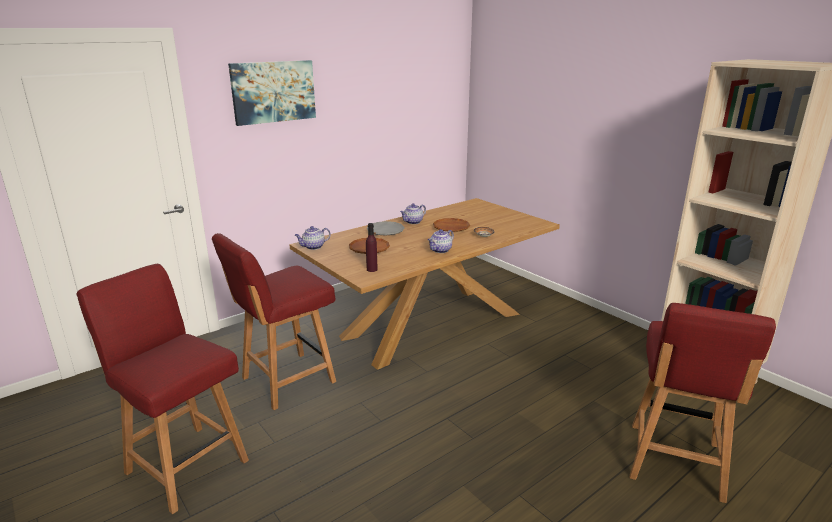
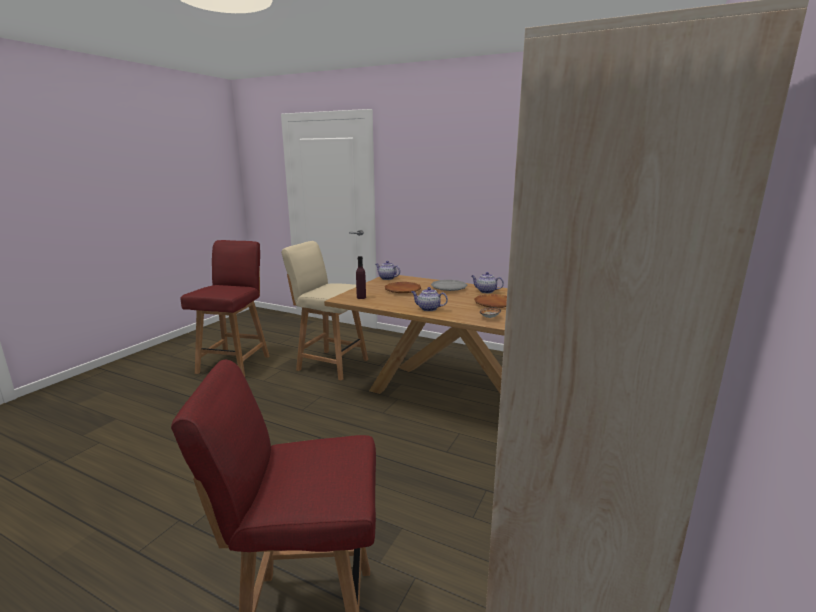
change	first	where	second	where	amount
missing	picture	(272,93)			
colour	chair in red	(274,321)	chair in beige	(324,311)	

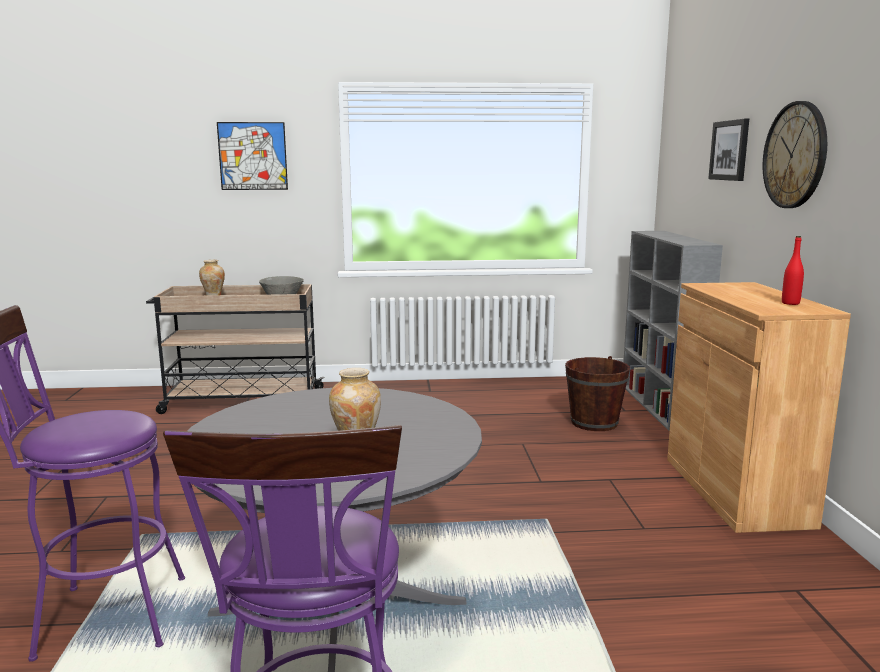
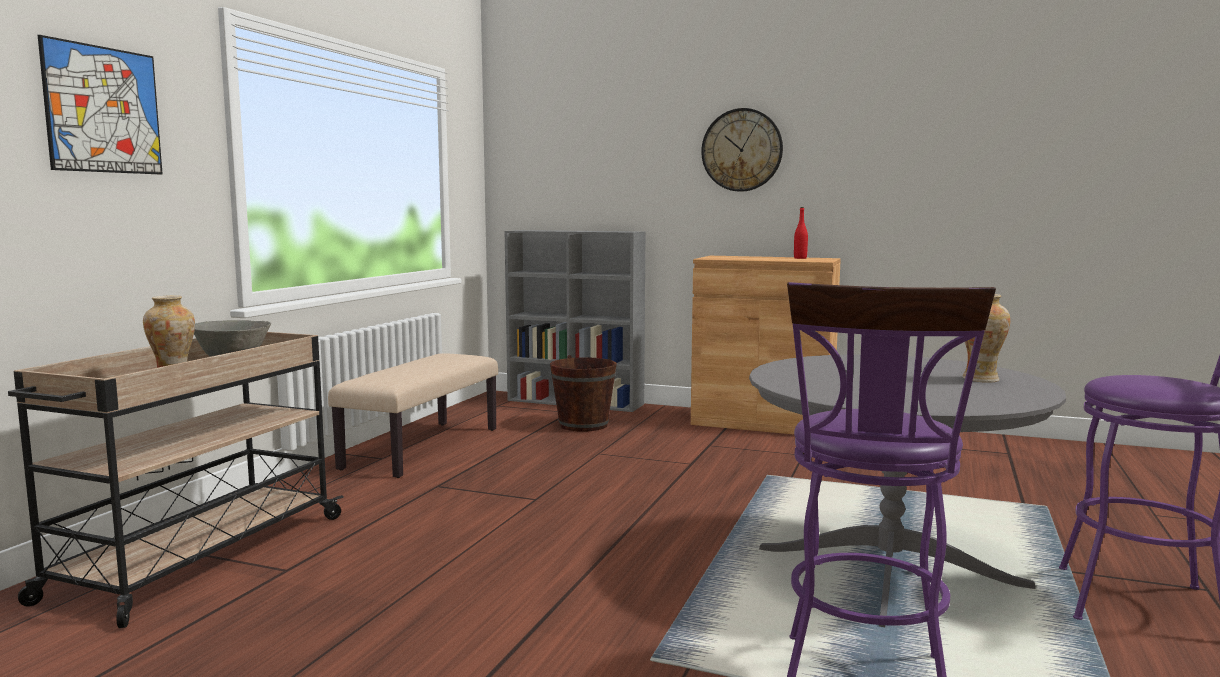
change	first	where	second	where	amount
missing	picture	(728,150)			
appeared			bench in beige	(413,415)	

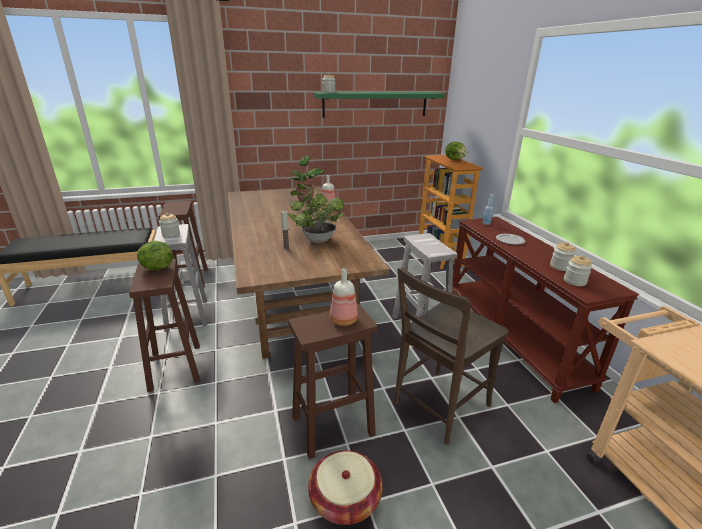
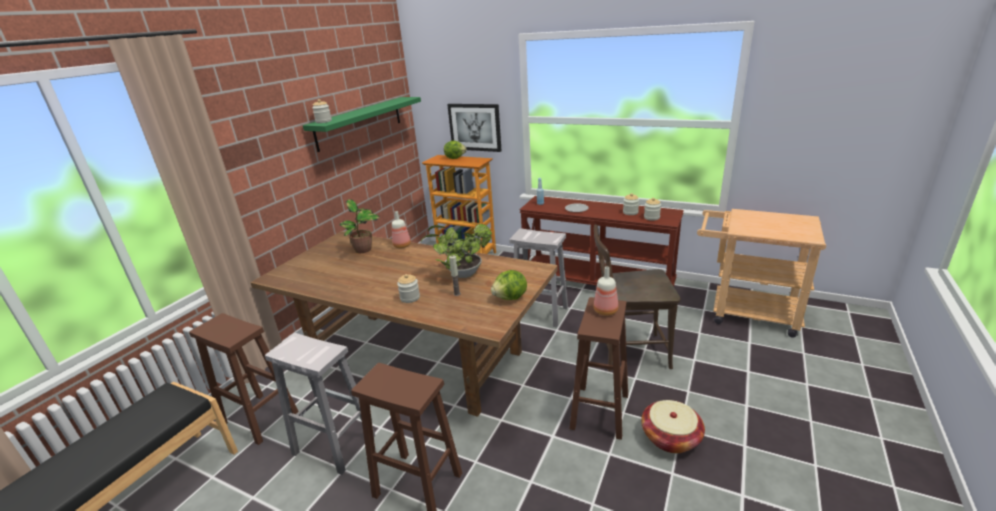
change	first	where	second	where	amount
appeared			picture	(474,128)	
relocated	lettuce	(155,255)		(509,285)	
relocated	jar	(169,225)		(408,288)	
spun	chair in brown	(451,355)		(637,297)	90 degrees clockwise

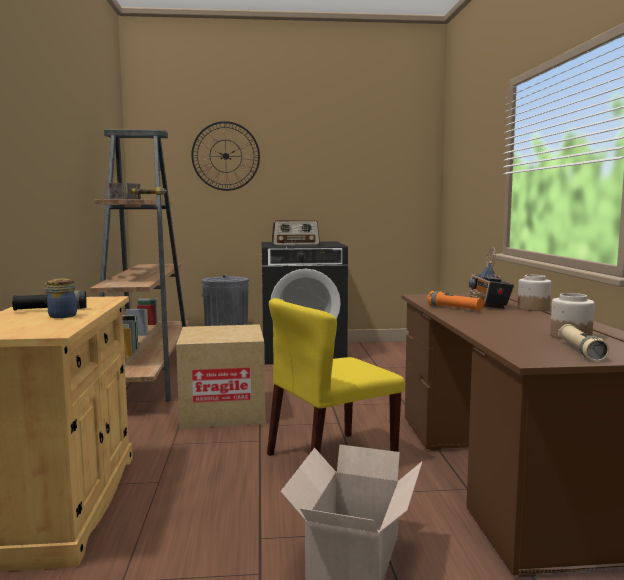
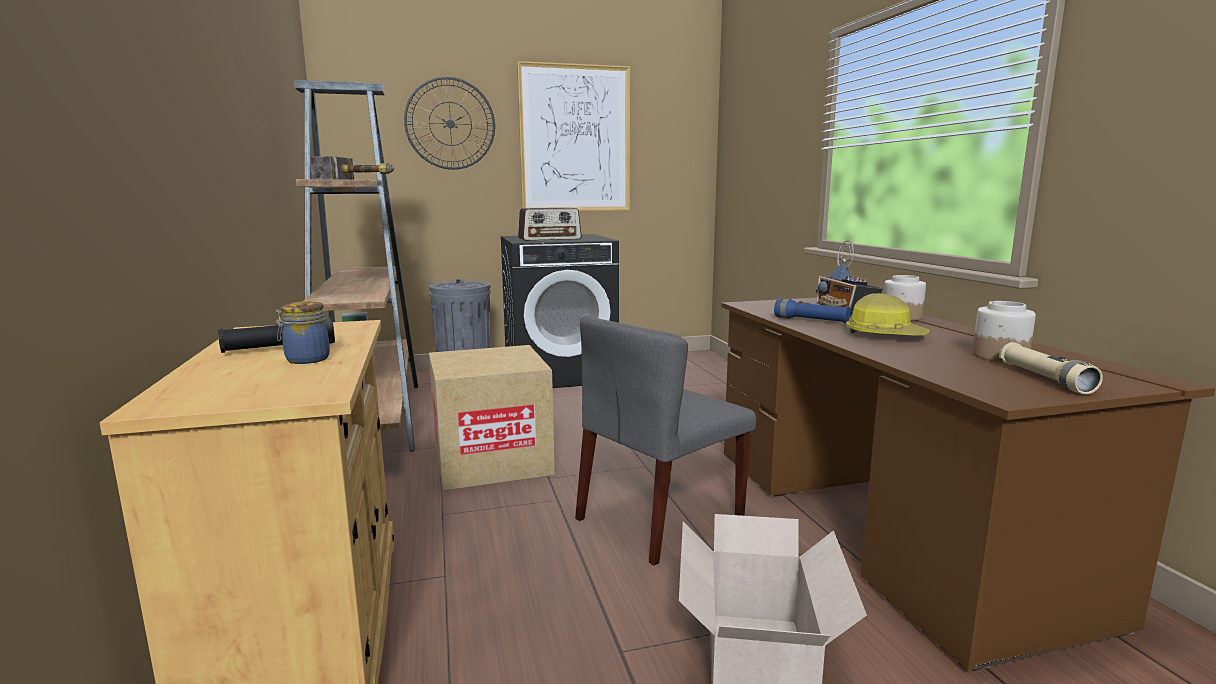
change	first	where	second	where	amount
appeared			picture	(573,136)	
appeared			hard hat	(887,314)	
colour	chair in yellow	(336,377)	chair in grey	(665,440)	
colour	flashlight in orange	(455,301)	flashlight in blue	(812,311)	

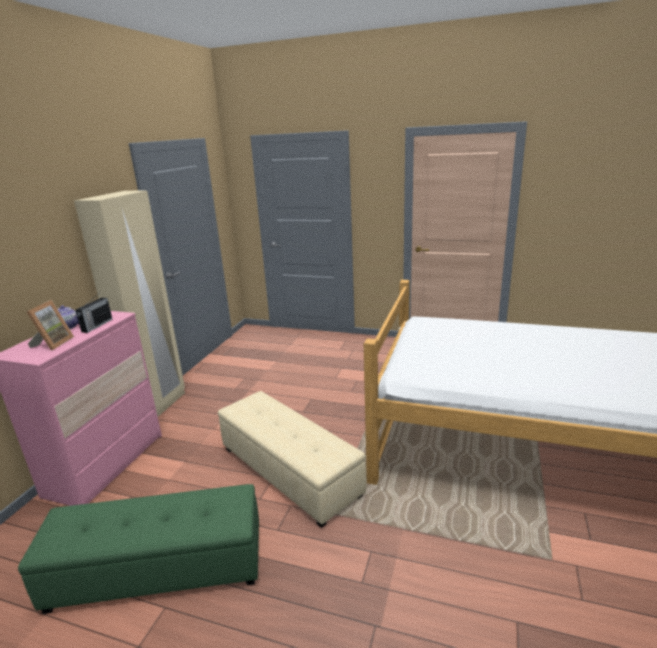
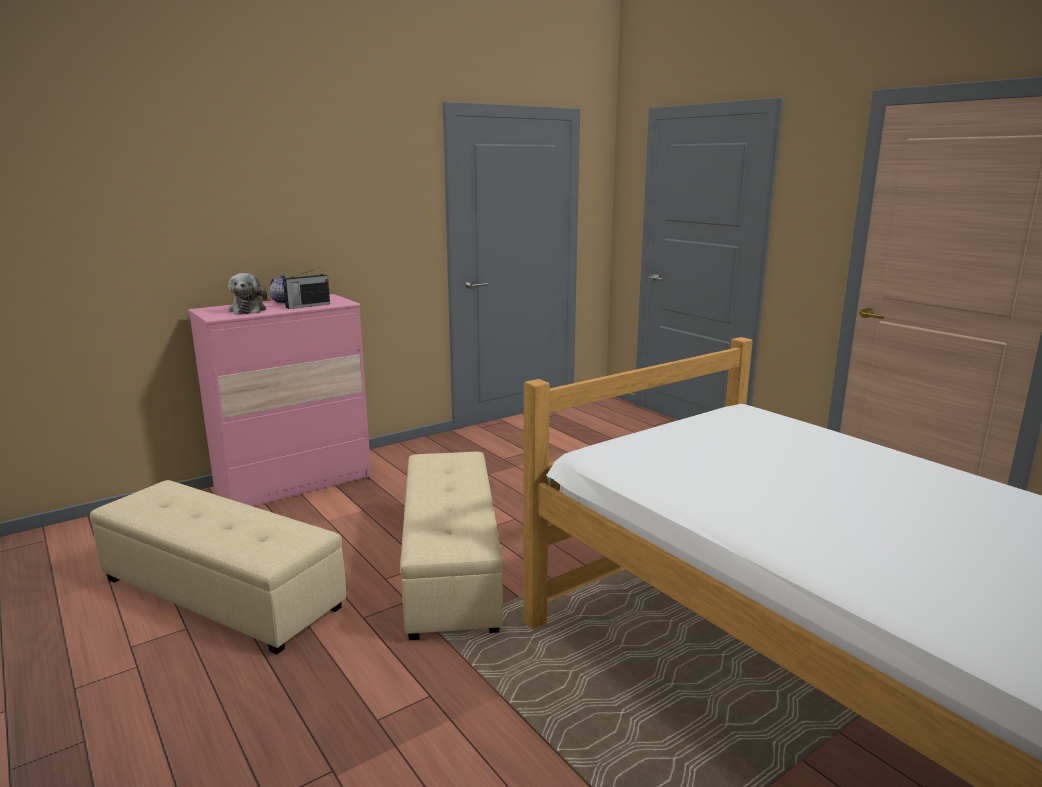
change	first	where	second	where	amount
missing	wardrobe in beige	(129,303)			
exchanged	picture frame	(50,325)	plush toy	(247,293)	
colour	ottoman in green	(138,549)	ottoman in beige	(218,567)	

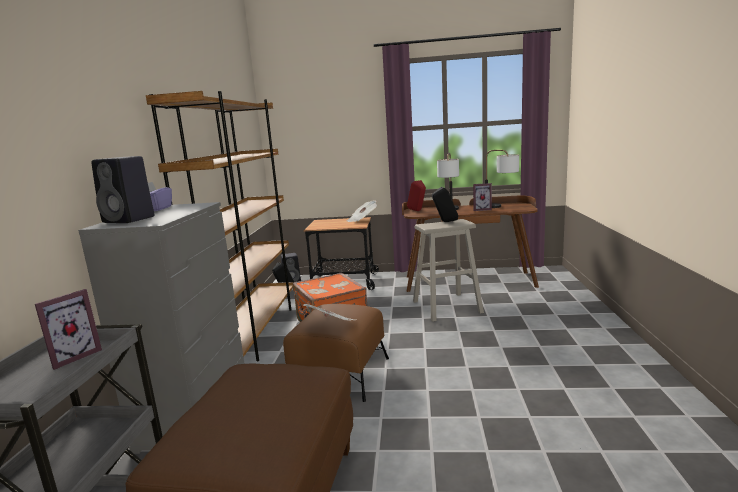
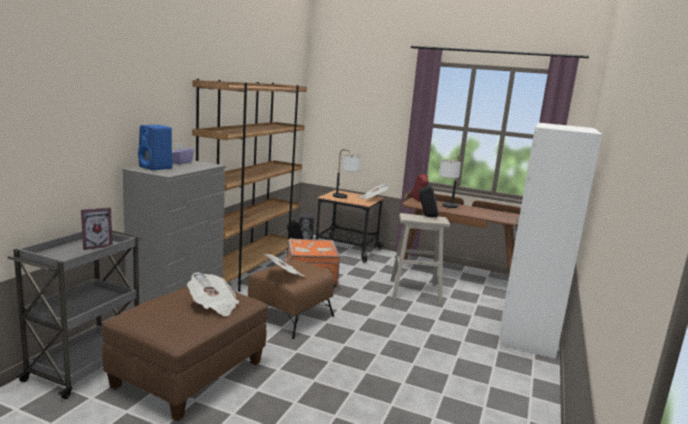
change	first	where	second	where	amount
missing	picture frame	(482,197)			
appeared			newspaper	(213,294)	
appeared			wardrobe in white	(550,241)	
relocated	table lamp	(502,179)		(347,173)	
colour	speaker in black	(123,189)	speaker in blue	(155,147)	

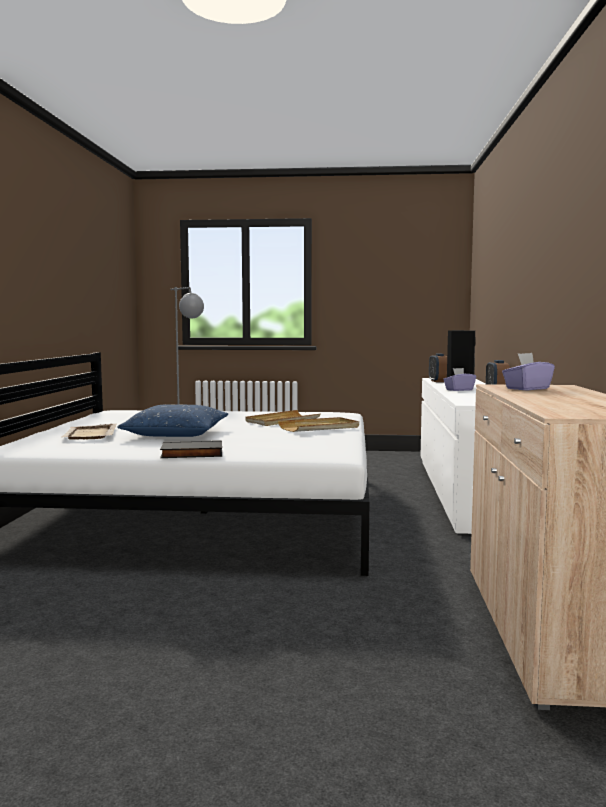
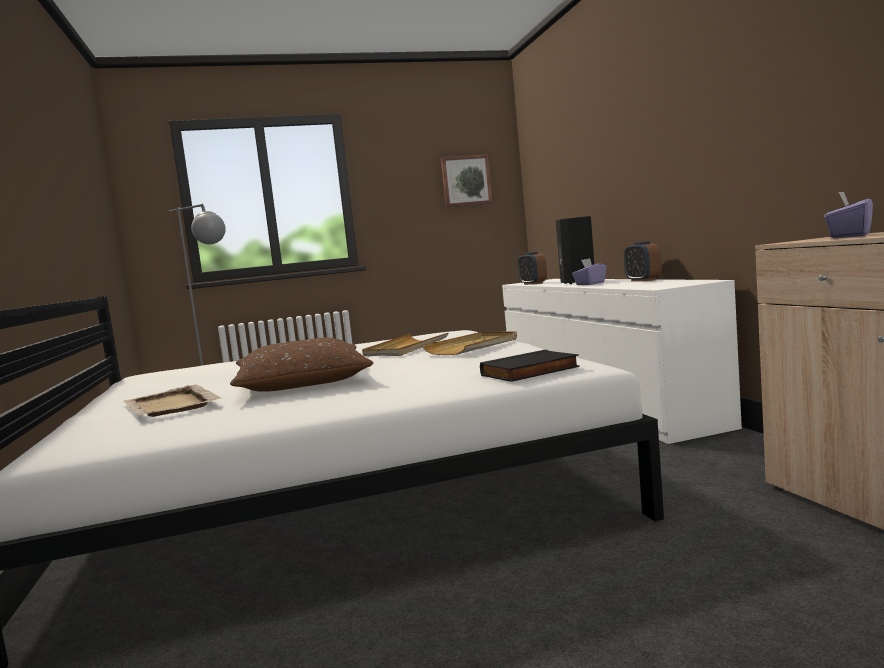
change	first	where	second	where	amount
appeared			picture	(466,181)	
relocated	book in black	(191,449)		(530,366)	
colour	pillow in blue	(172,420)	pillow in brown	(301,365)	

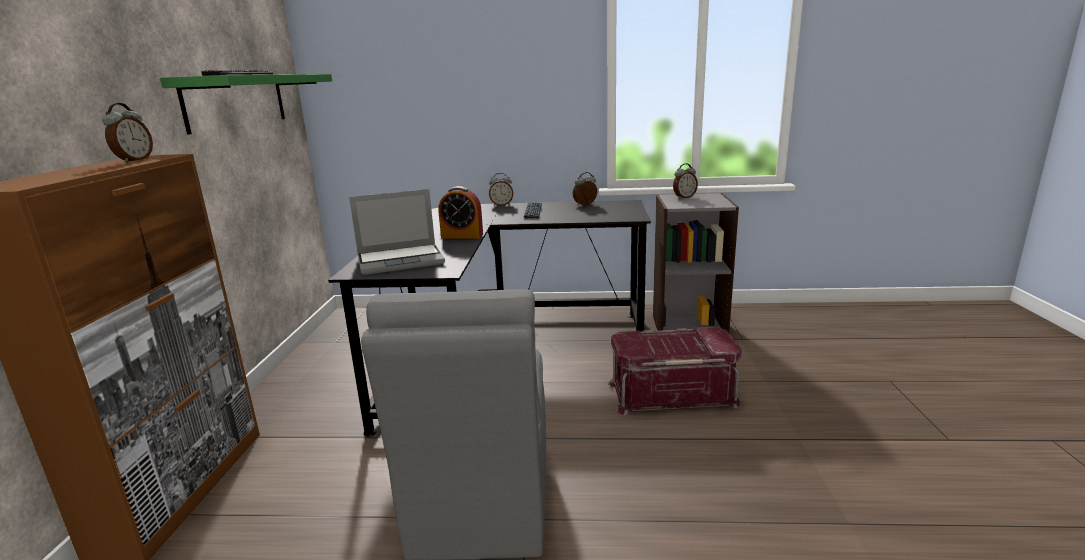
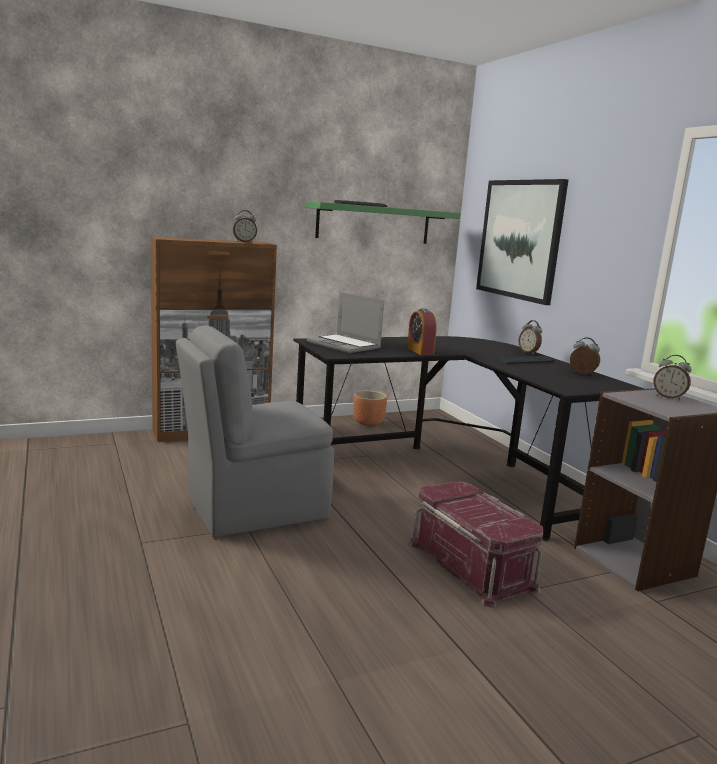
change	first	where	second	where	amount
appeared			planter in brown	(370,408)	
appeared			picture	(522,242)	

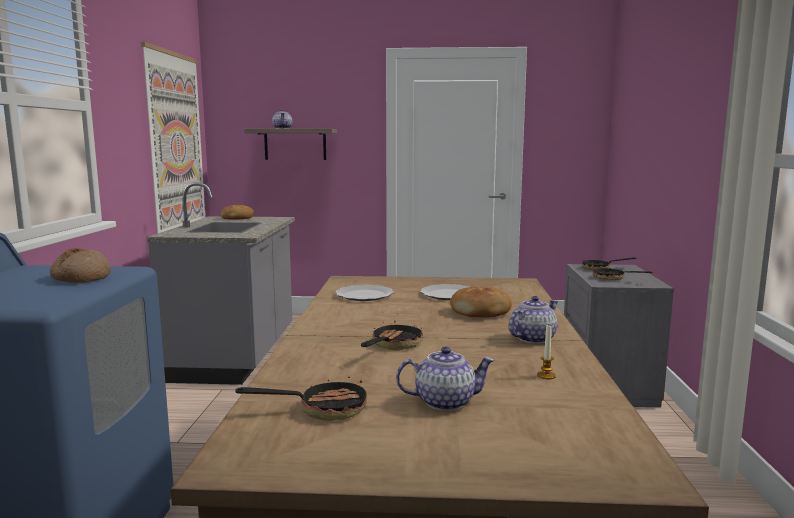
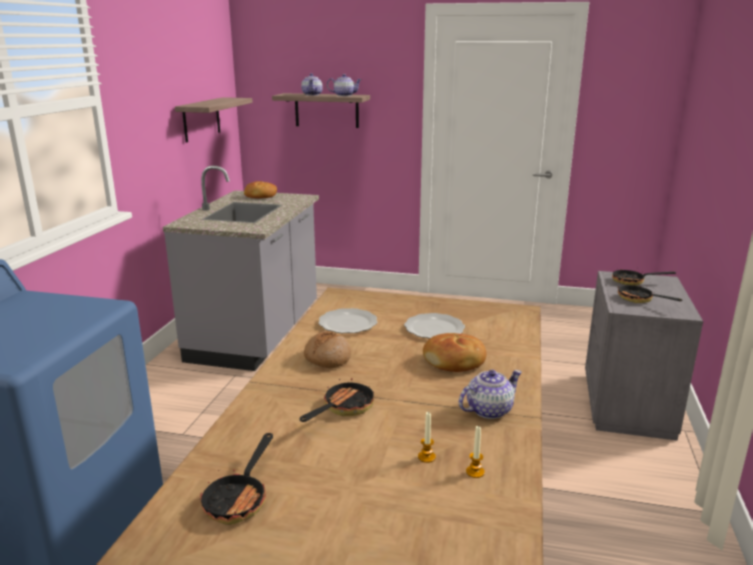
change	first	where	second	where	amount
appeared			candle	(427,437)	
relocated	bread	(80,265)		(327,349)	
relocated	teapot	(445,378)		(344,85)	
exchanged	picture	(173,138)	shelf	(214,120)	
spun	frying pan	(301,399)		(236,479)	105 degrees clockwise

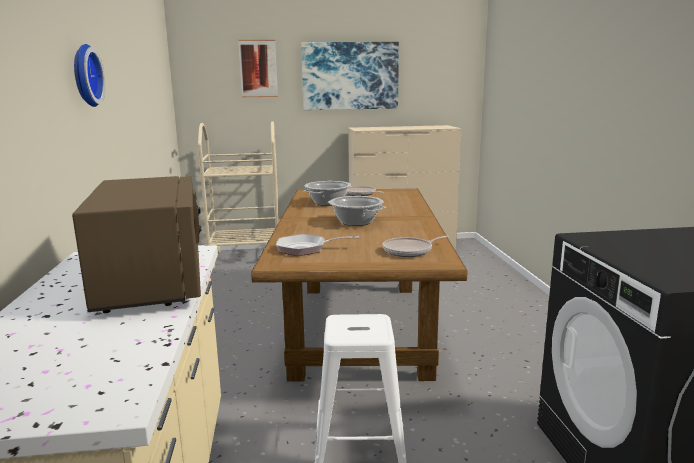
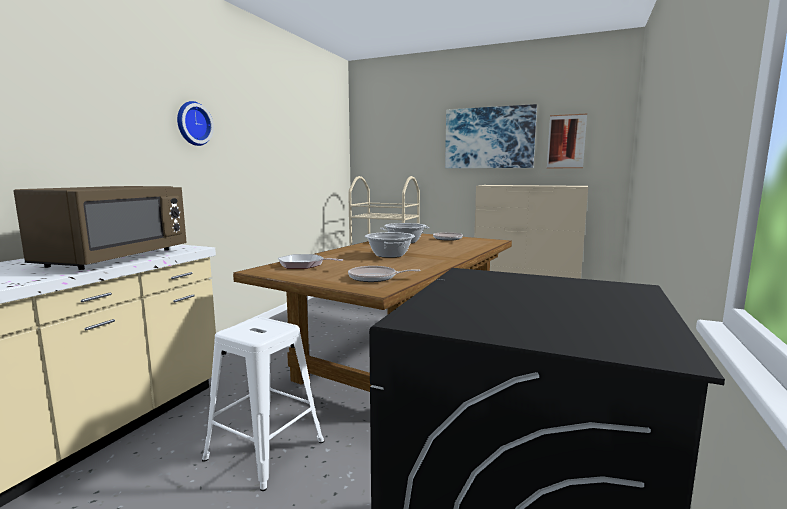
change	first	where	second	where	amount
relocated	picture	(258,68)		(567,141)	

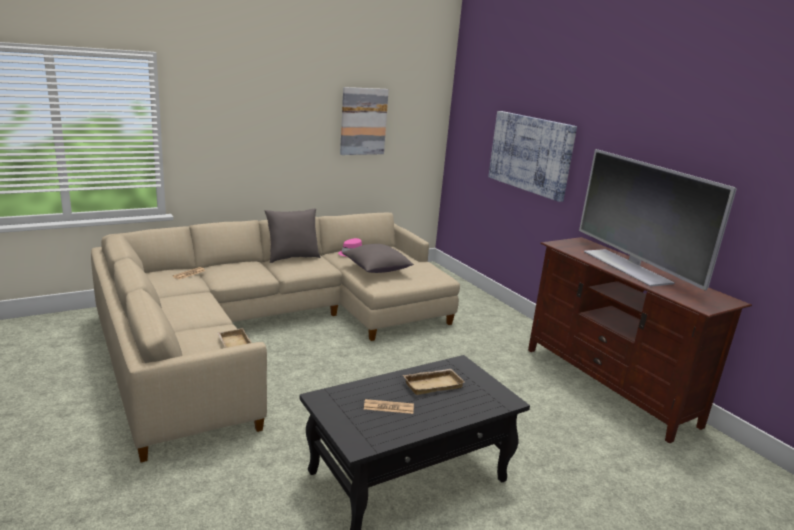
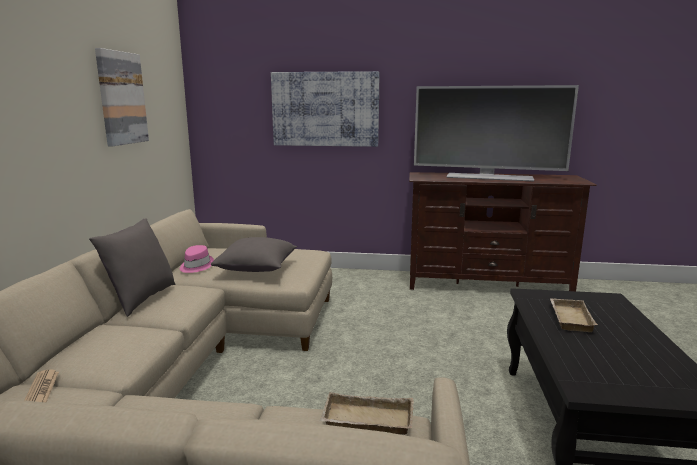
change	first	where	second	where	amount
missing	newspaper	(389,406)			

